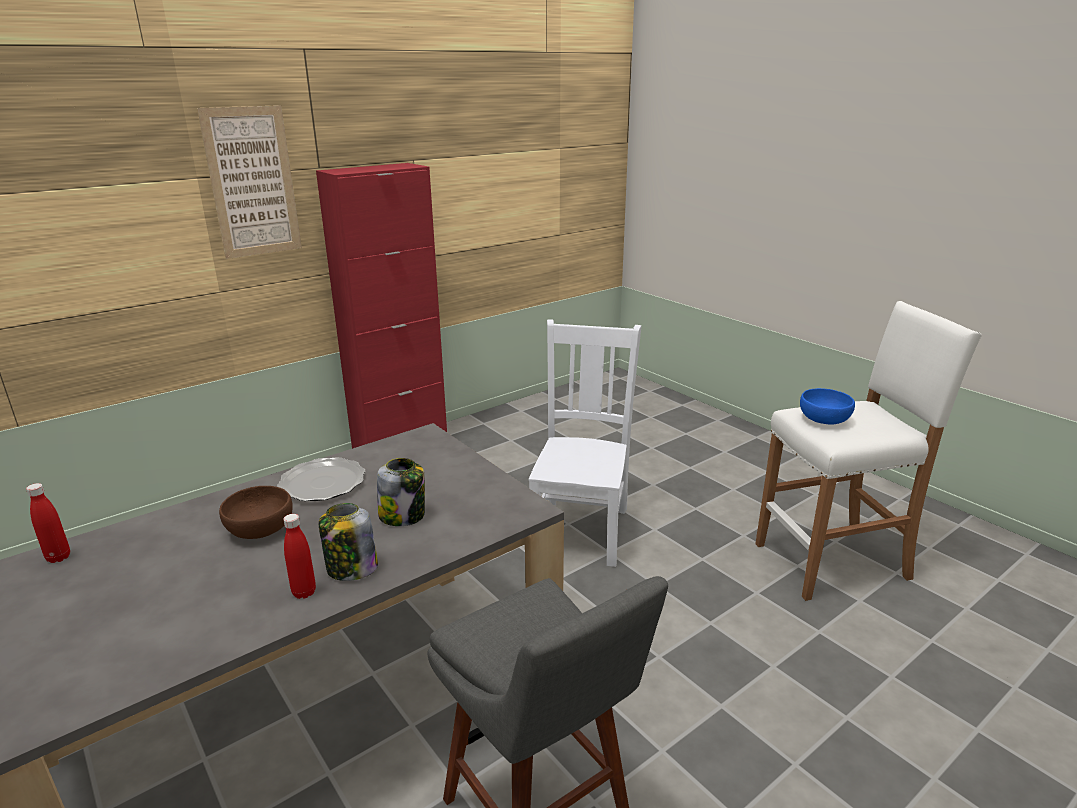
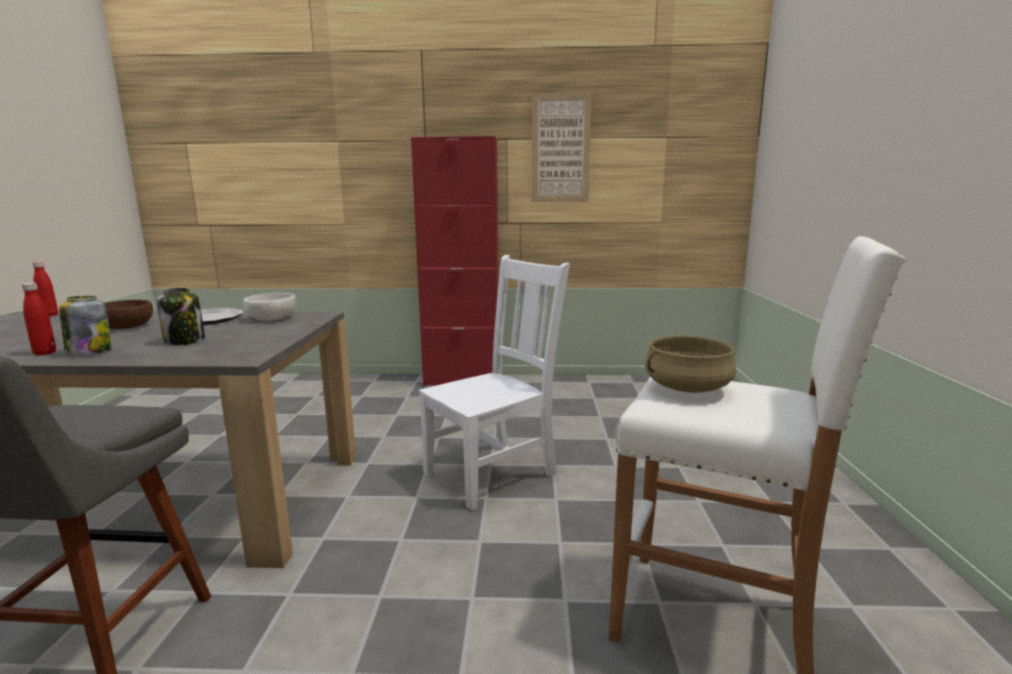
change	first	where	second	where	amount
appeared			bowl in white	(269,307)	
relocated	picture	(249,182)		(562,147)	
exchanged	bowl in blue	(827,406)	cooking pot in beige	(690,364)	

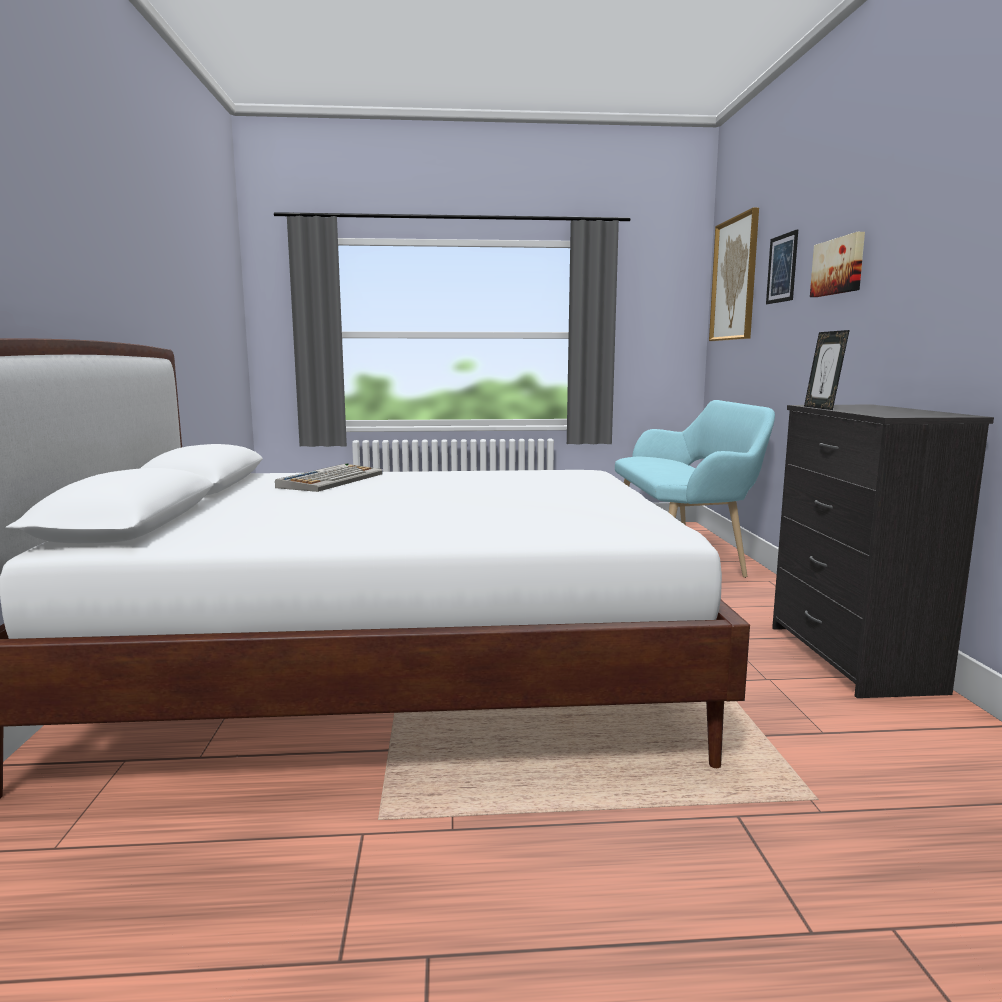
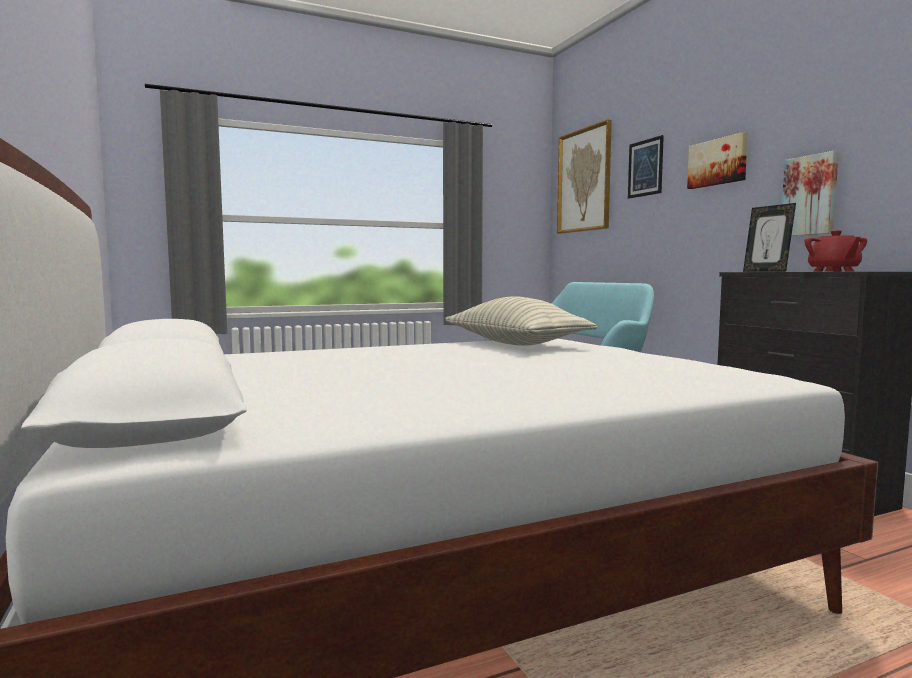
change	first	where	second	where	amount
missing	keyboard	(329,478)			
appeared			pillow	(521,321)	
appeared			picture	(810,193)	
appeared			teapot in red	(836,251)	

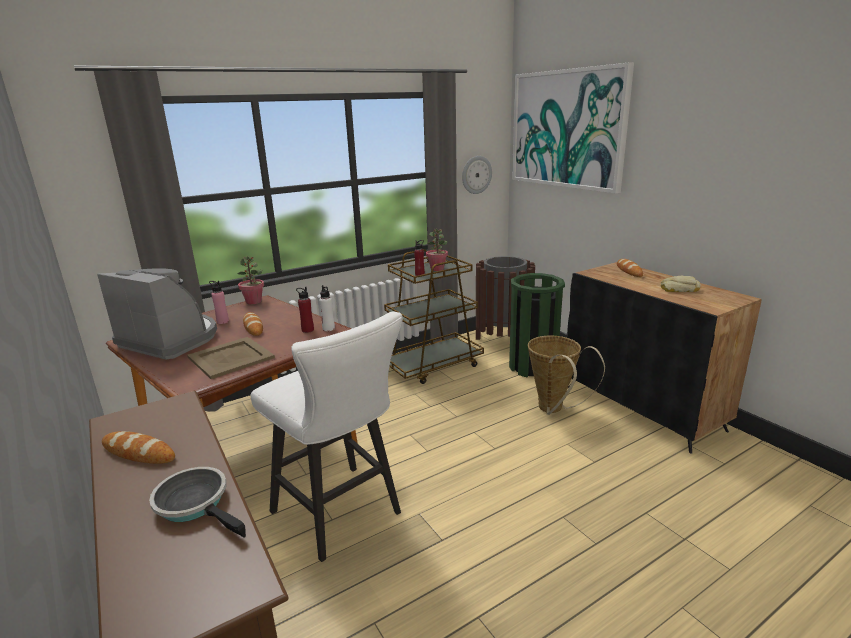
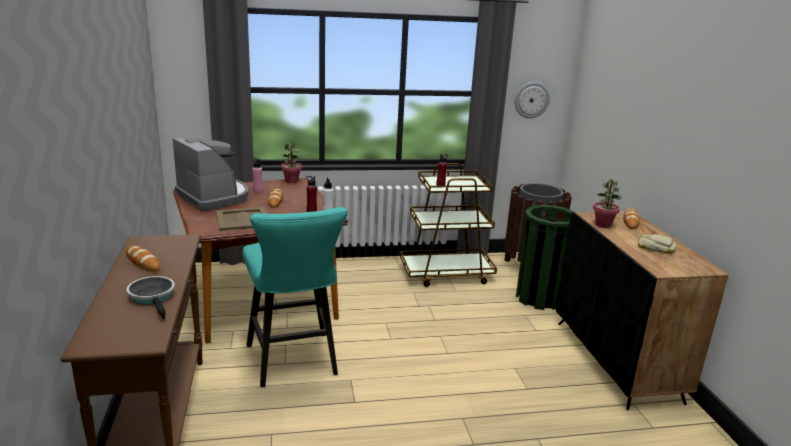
change	first	where	second	where	amount
missing	picture	(573,128)			
missing	basket	(566,375)			
relocated	potted plant	(437,250)		(607,203)	
colour	stool in white	(327,436)	stool in turquoise	(295,297)	

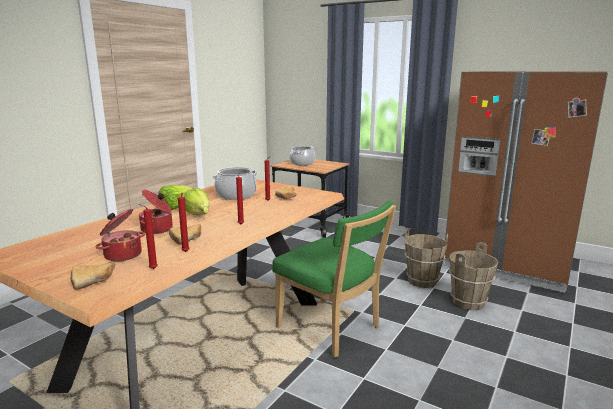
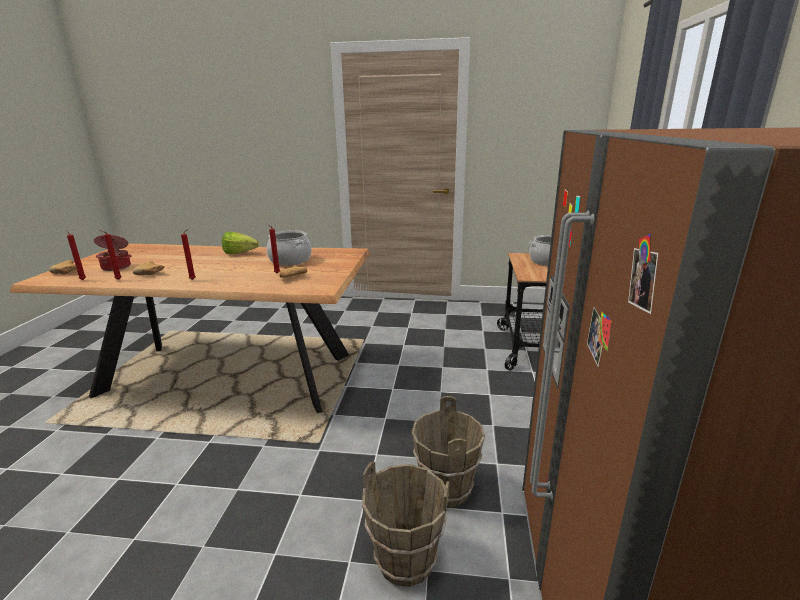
change	first	where	second	where	amount
missing	cooking pot	(156,212)			
missing	lettuce	(197,201)			
missing	chair in green	(334,278)			

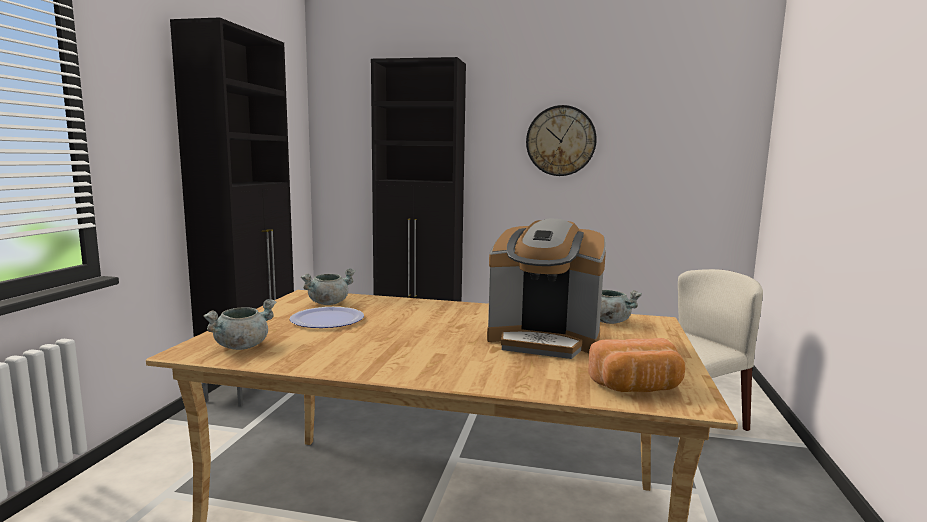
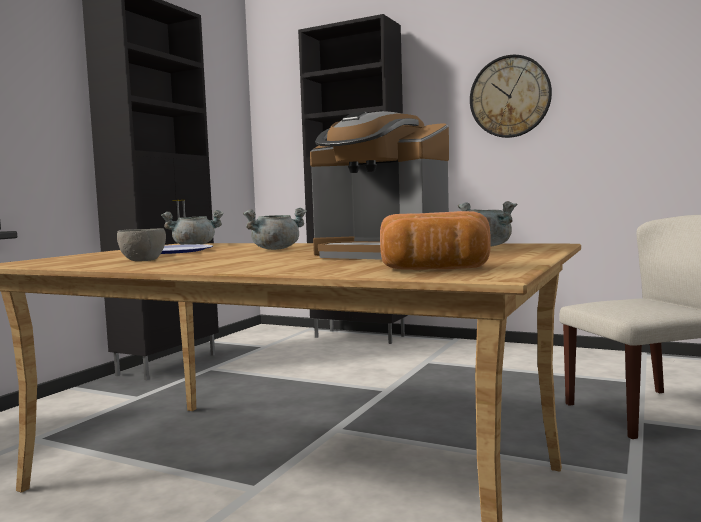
change	first	where	second	where	amount
appeared			bowl in grey	(141,244)	
relocated	cooking pot in grey	(239,324)		(275,229)	

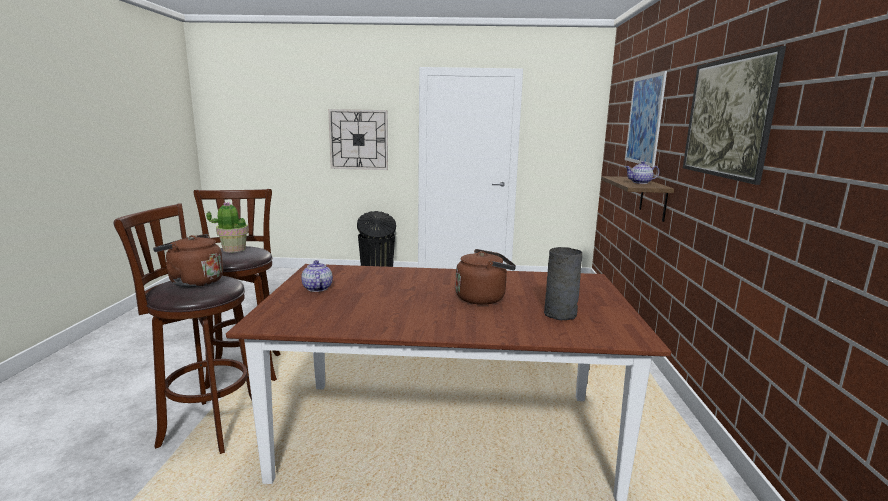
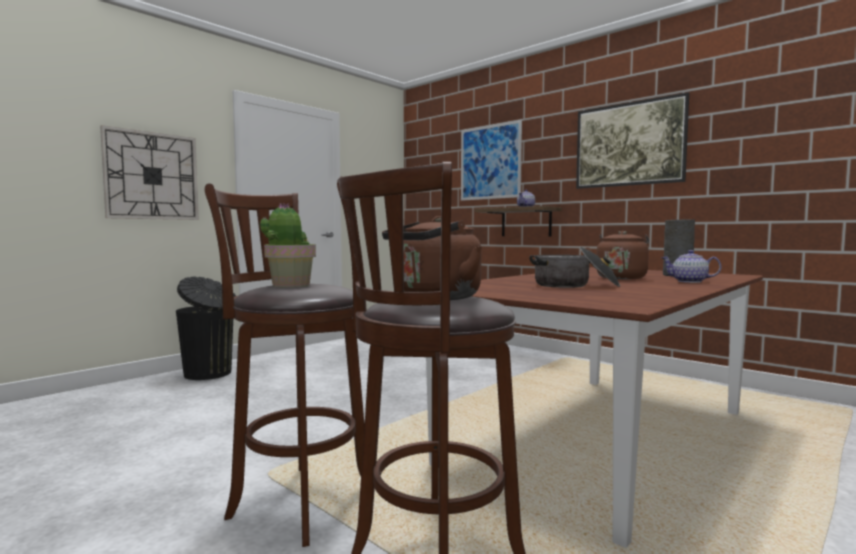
change	first	where	second	where	amount
appeared			cooking pot	(575,267)	
relocated	teapot	(317,276)		(691,266)	

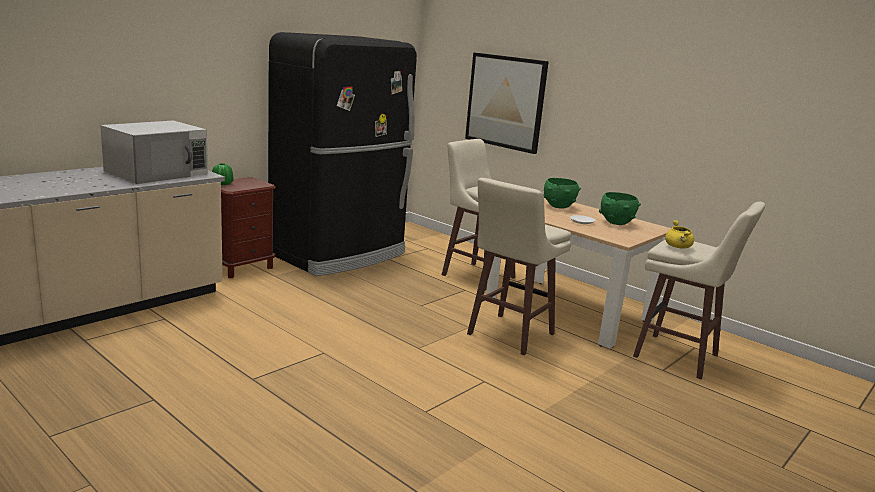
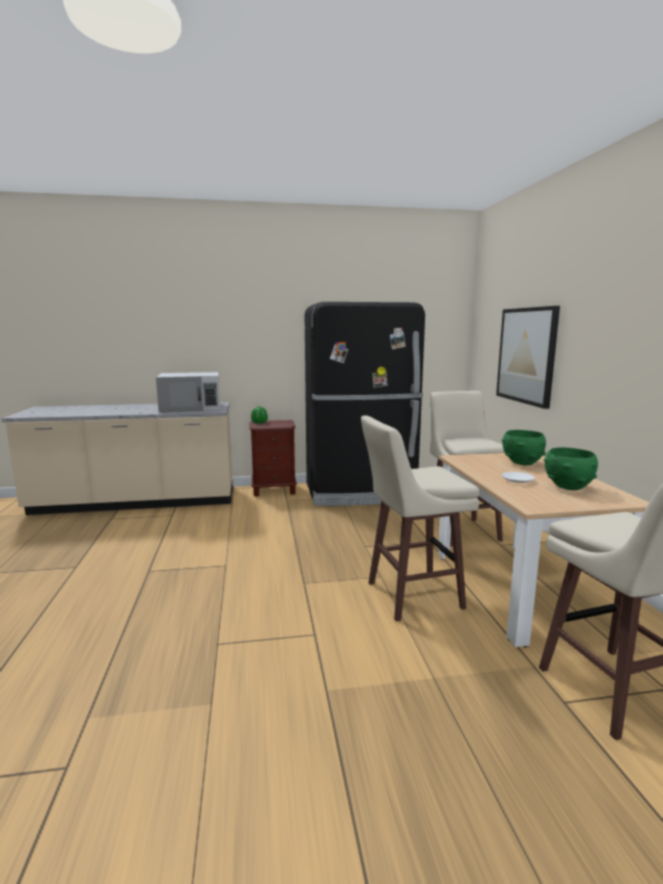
change	first	where	second	where	amount
missing	cooking pot in yellow	(679,234)			

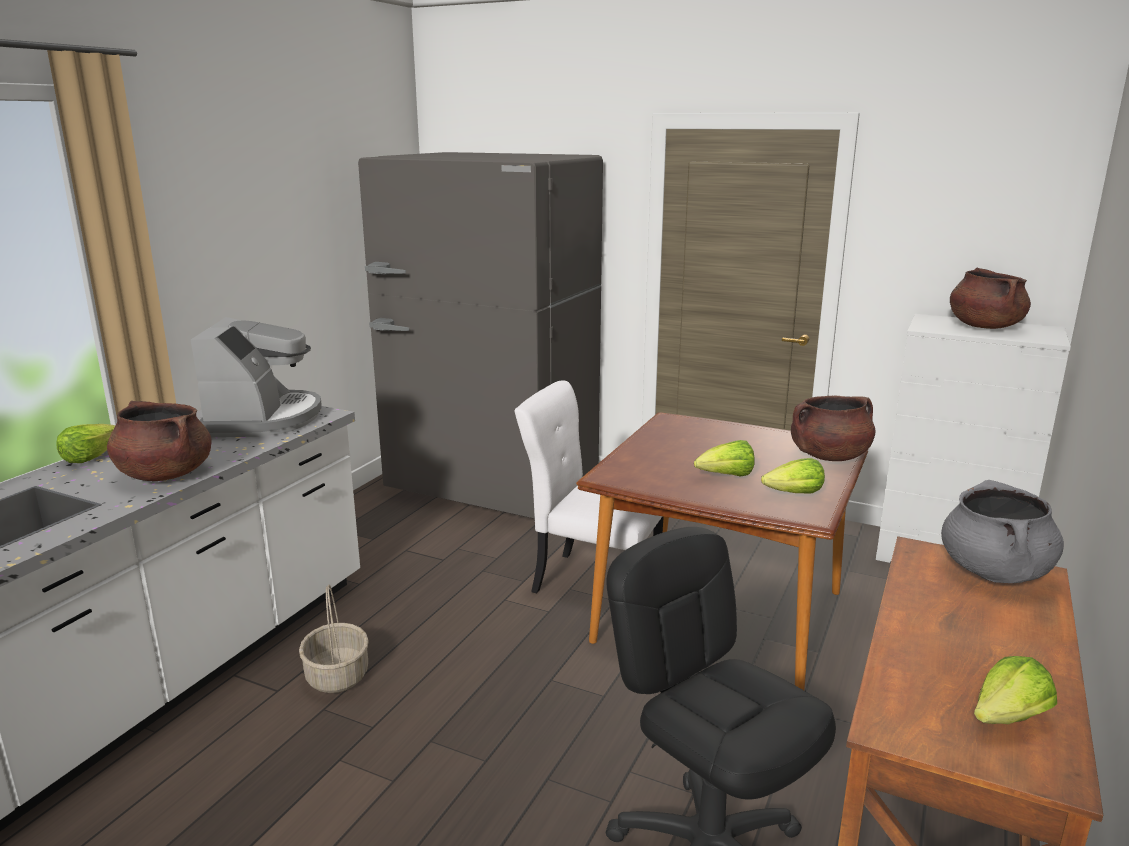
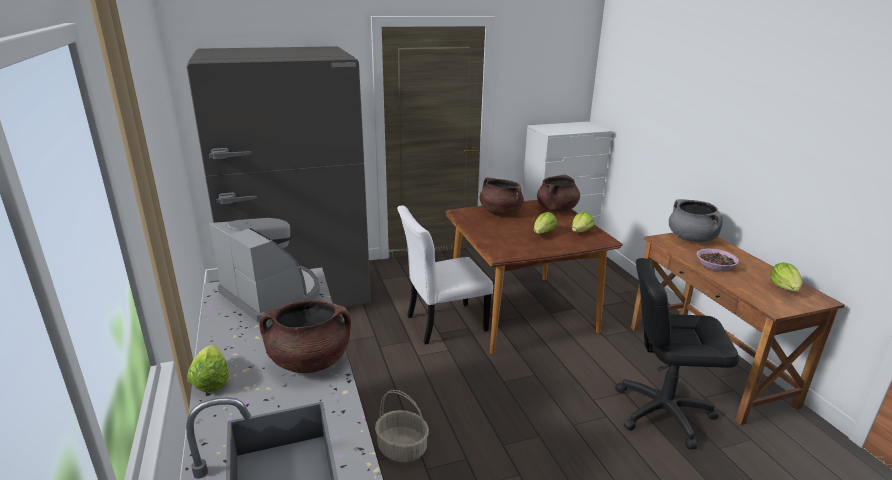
change	first	where	second	where	amount
appeared			bowl	(718,260)	
relocated	cooking pot in brown	(990,298)		(502,196)	

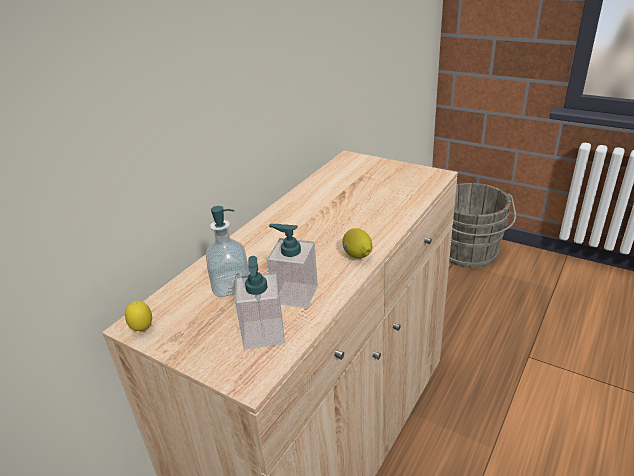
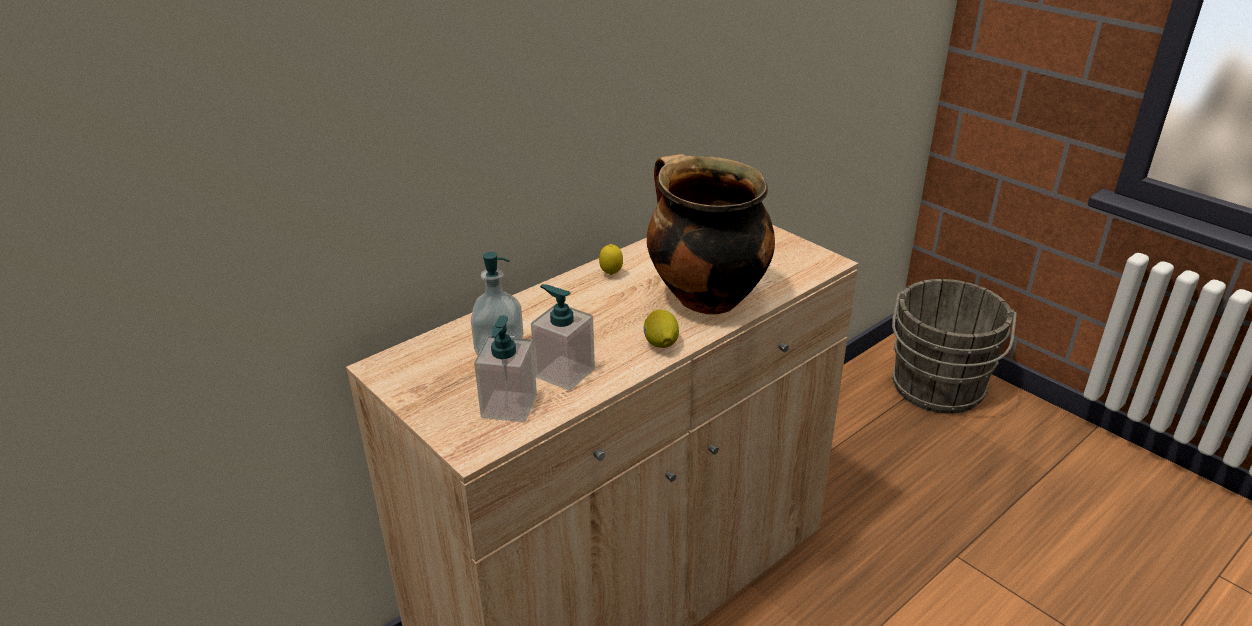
change	first	where	second	where	amount
appeared			cooking pot	(711,234)	
relocated	lemon	(138,316)		(611,259)	

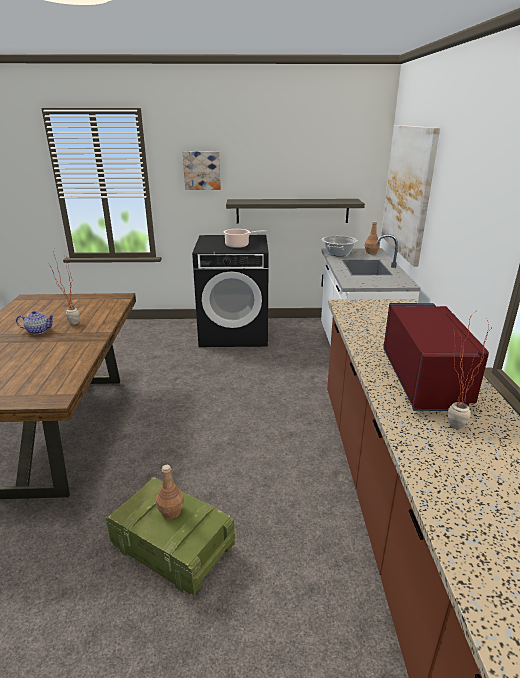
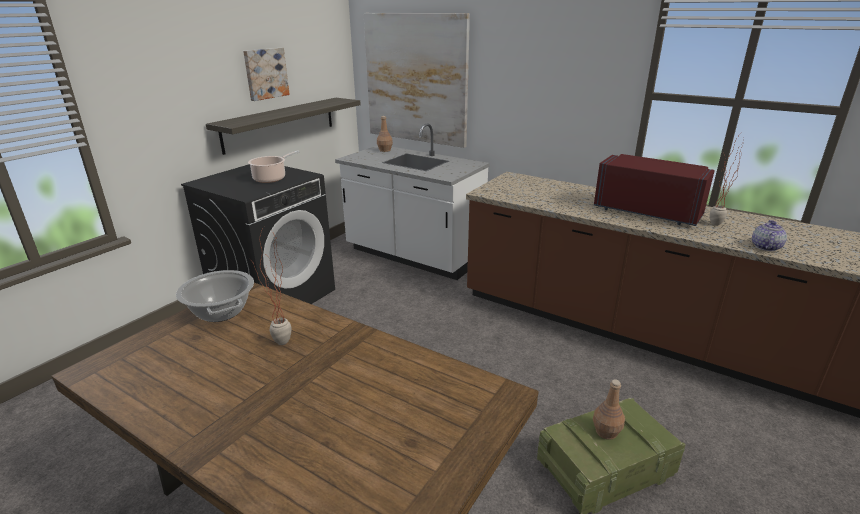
change	first	where	second	where	amount
relocated	teapot	(35,322)		(769,235)	
relocated	picture	(201,170)		(266,74)	
relocated	cooking pot	(340,246)		(215,296)	

